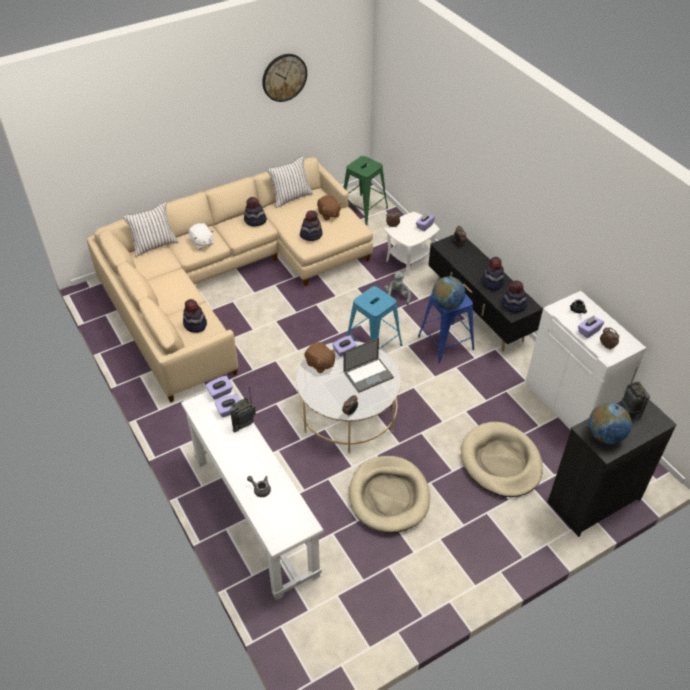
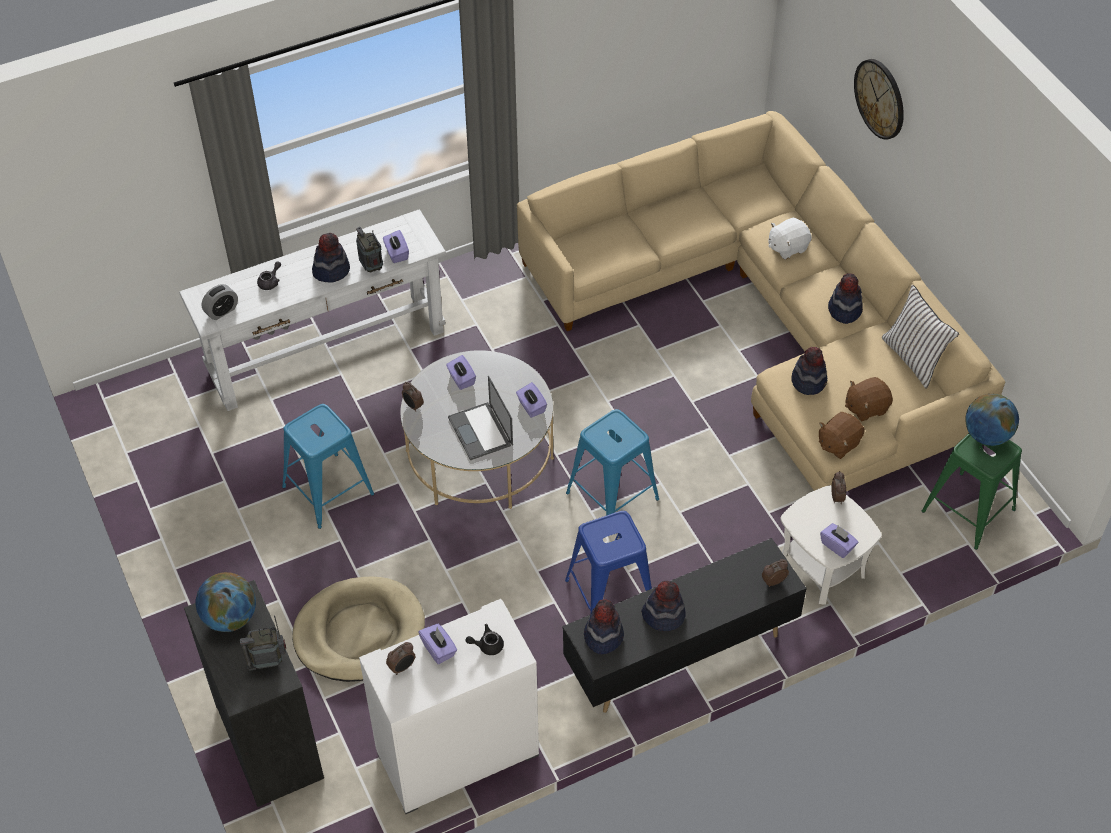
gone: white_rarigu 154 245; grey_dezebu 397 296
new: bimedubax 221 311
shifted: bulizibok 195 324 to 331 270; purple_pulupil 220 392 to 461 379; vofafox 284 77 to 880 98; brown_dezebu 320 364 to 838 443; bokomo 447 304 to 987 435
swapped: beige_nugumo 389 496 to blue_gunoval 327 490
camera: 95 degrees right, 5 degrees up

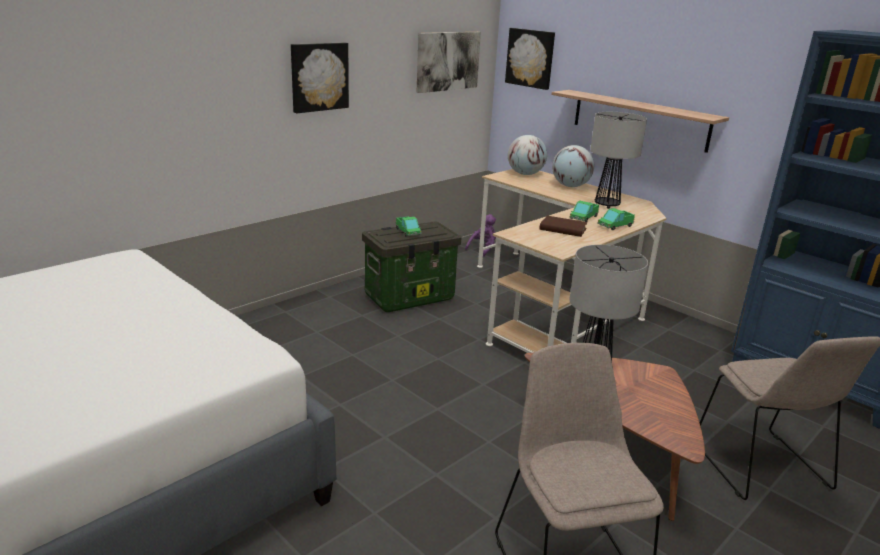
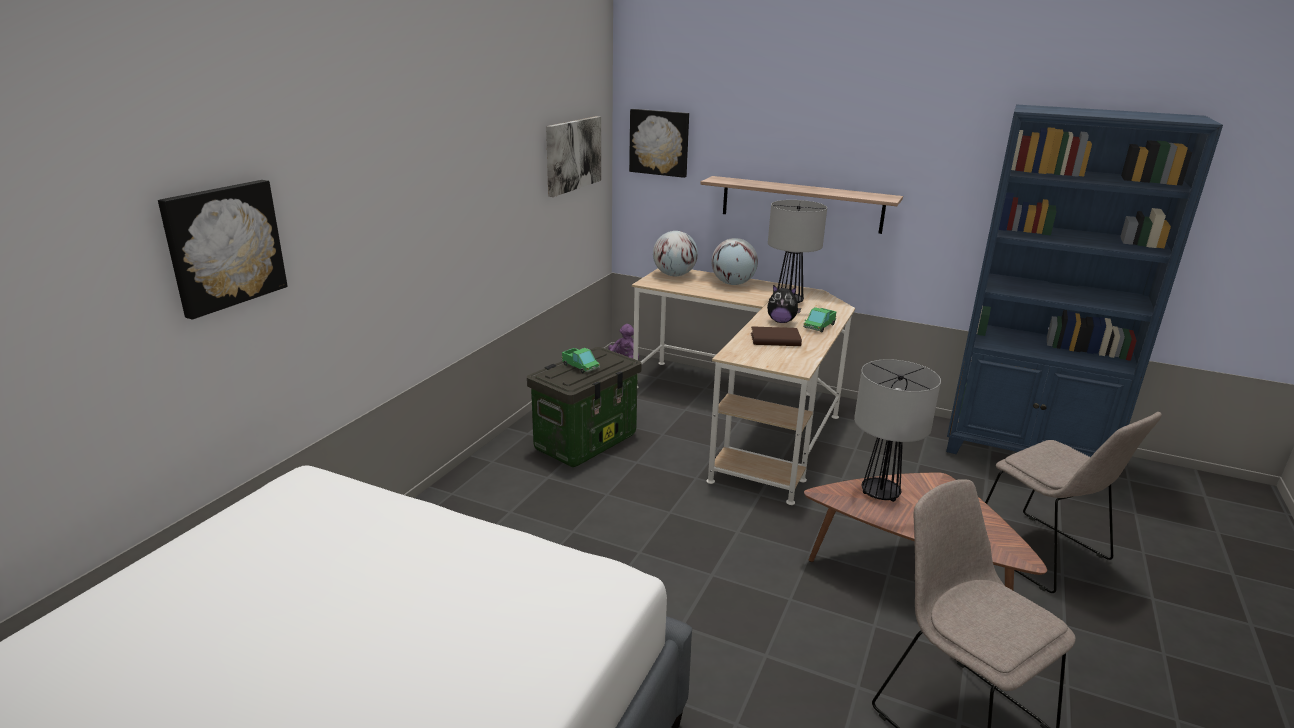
shifted: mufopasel 318 77 to 223 246
swapped: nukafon 583 217 to dezebu 781 321
camera: 20 degrees left, 0 degrees up

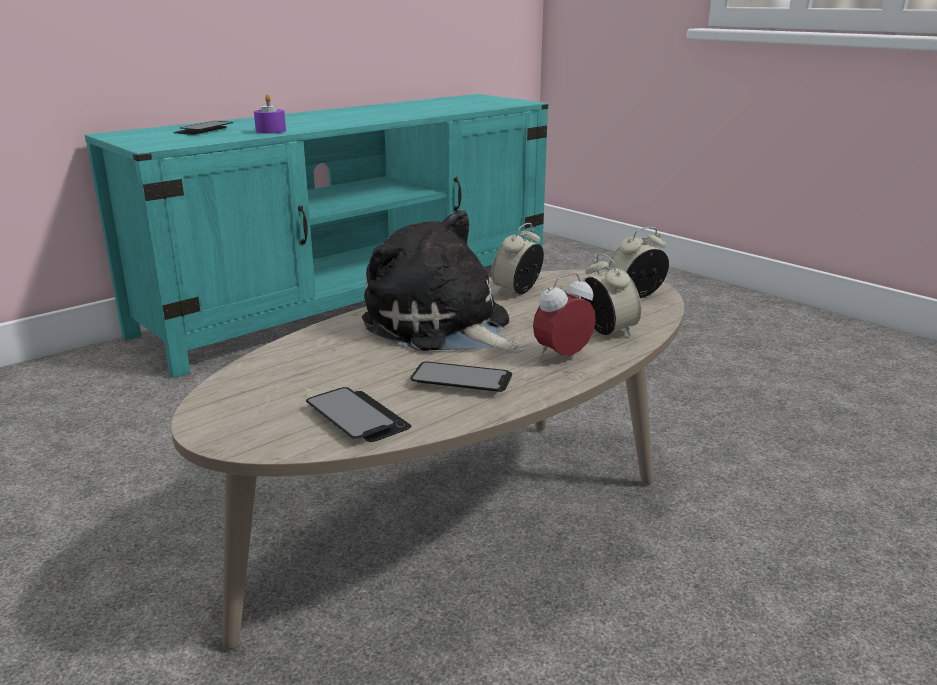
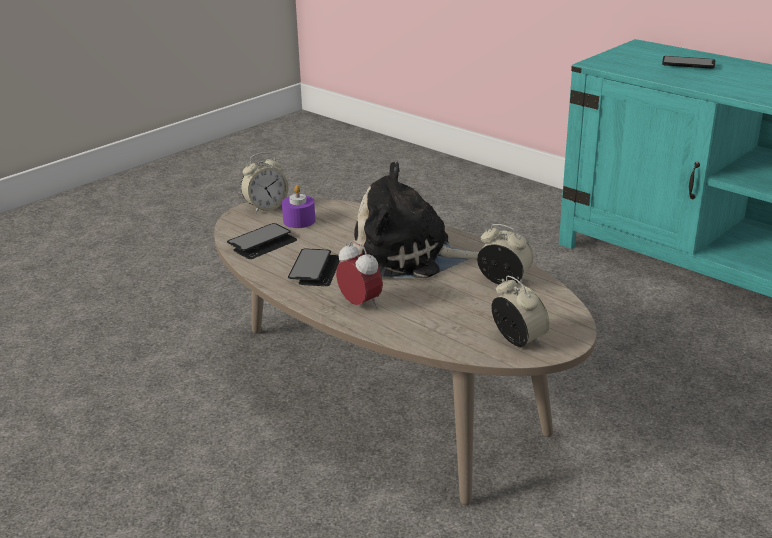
shifted: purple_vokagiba 271 131 to 299 221; bimedubax 608 331 to 266 207
rotated: dezebu 442 327 = 409 256 120 degrees counterclockwise
camera: 85 degrees right, 5 degrees up

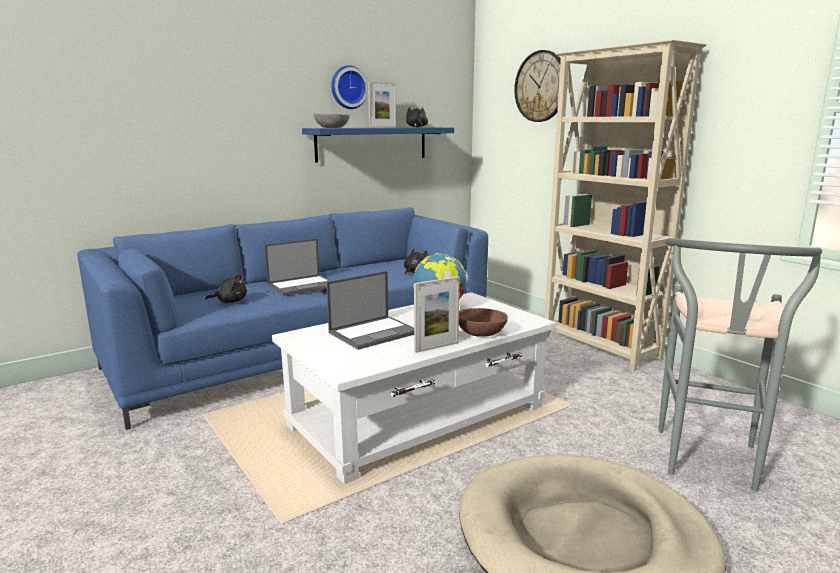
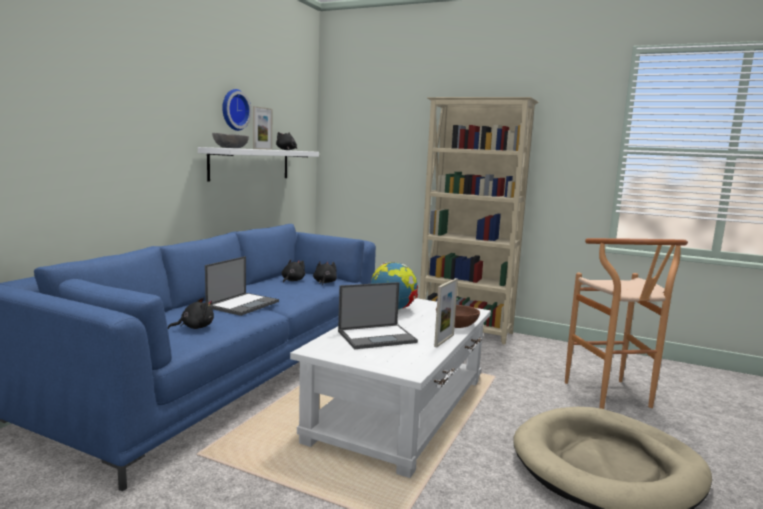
gone: vofafox 541 86
new: black_dezebu 292 280
repainted: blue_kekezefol 372 143 to white_kekezefol 250 164; grey_gunoval 708 465 to brown_gunoval 613 398
rotated: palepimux 374 332 = 377 337 45 degrees clockwise
camera: 30 degrees left, 5 degrees down

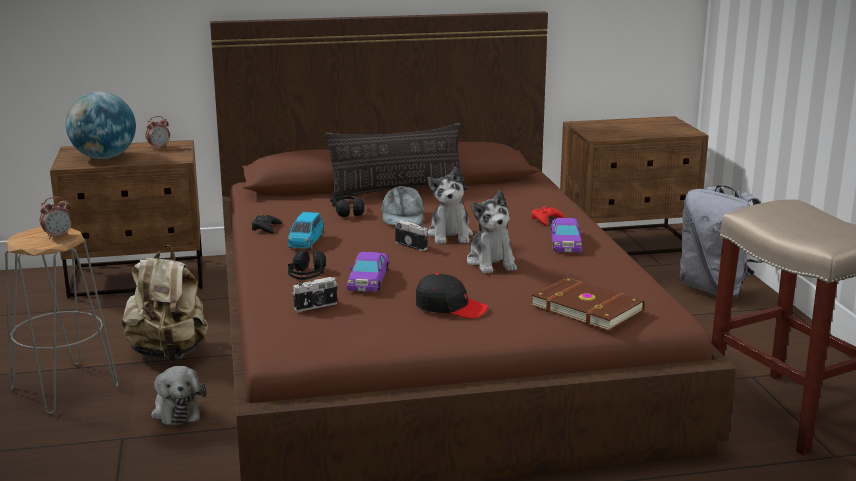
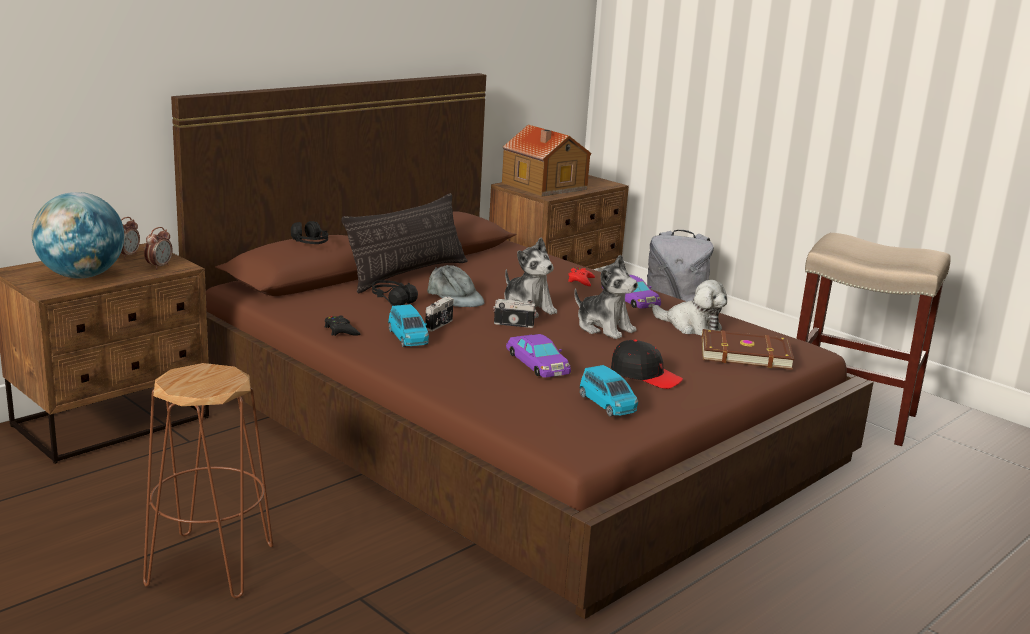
gone: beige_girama 169 353
new: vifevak 544 186; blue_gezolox 607 404
shifted: bimedubax 58 236 to 159 266; dezebu 177 410 to 691 326; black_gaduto 307 276 to 310 243; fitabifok 316 306 to 440 325
repainted: grey_gunoval 65 388 to brown_gunoval 210 564
rotated: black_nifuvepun 450 307 = 645 375 45 degrees clockwise
camera: 35 degrees left, 0 degrees up

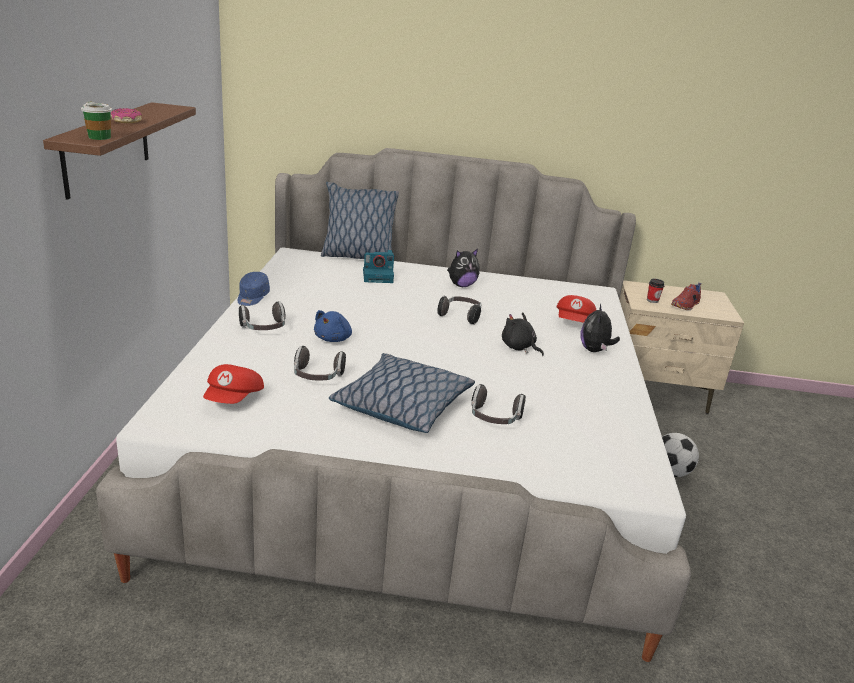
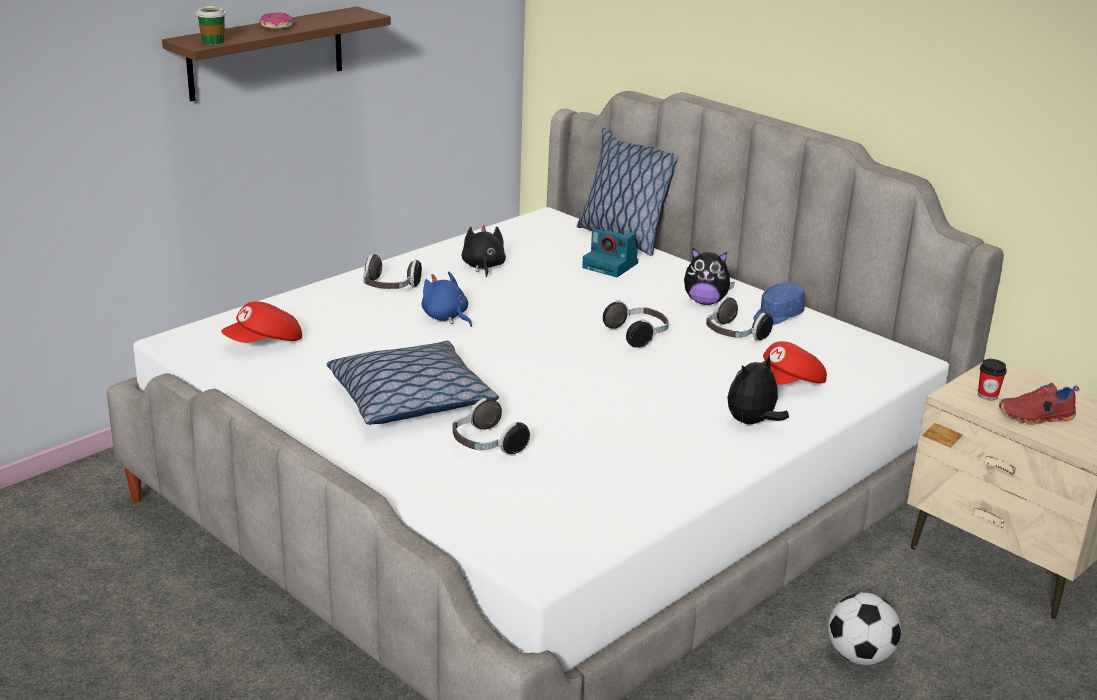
shifted: blue_nifuvepun 252 297 to 777 315; gaduto 317 377 to 733 336; black_dezebu 519 347 to 483 266
rotated: blue_dezebu 334 338 = 446 317 75 degrees clockwise
camera: 40 degrees right, 0 degrees up

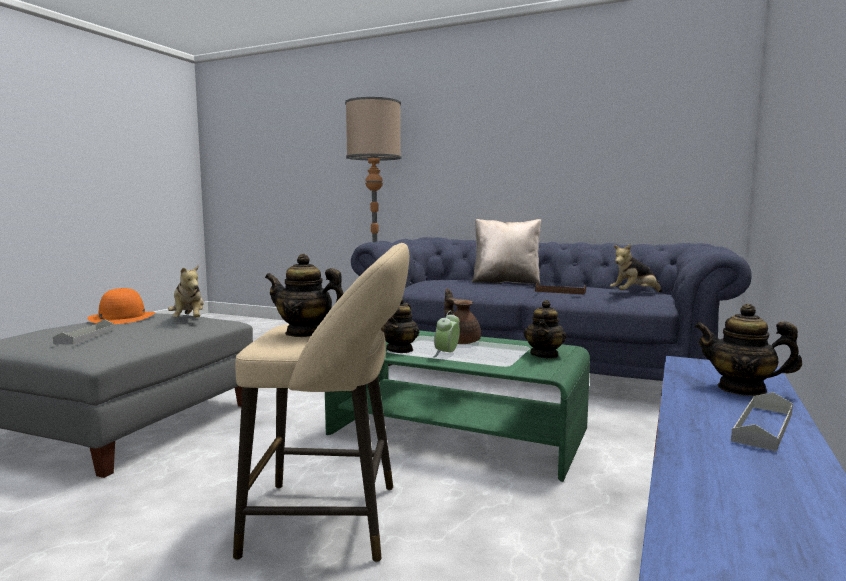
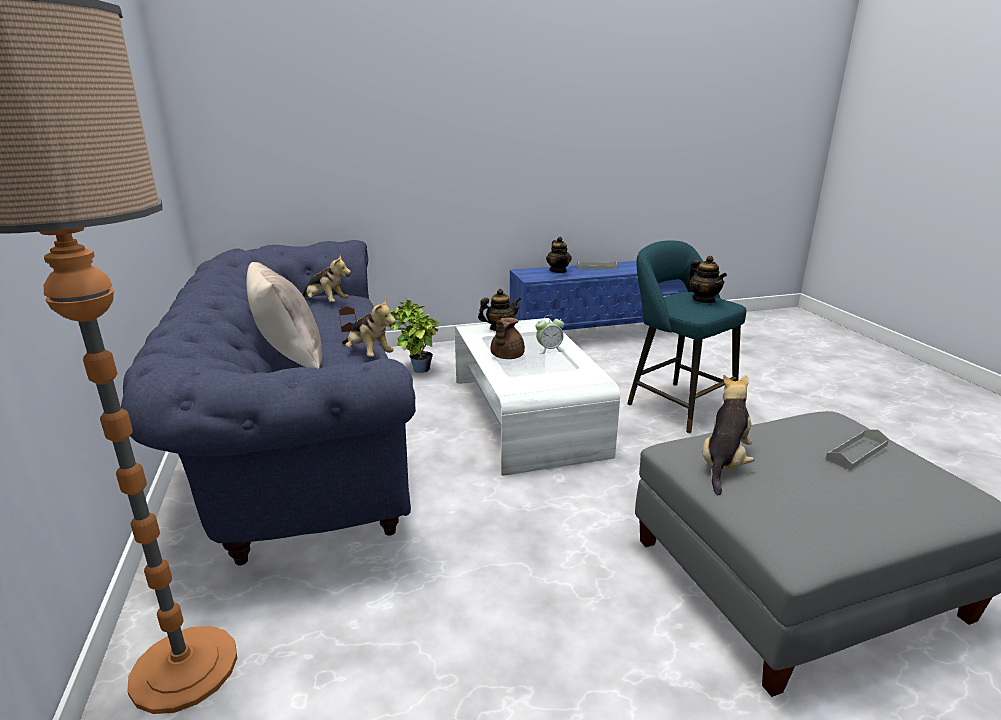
gone: orange_bulizibok 122 318; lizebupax 400 350
new: dezebu 368 354; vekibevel 416 369
repainted: beige_gunoval 333 520 to turquoise_gunoval 676 405; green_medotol 458 431 to white_medotol 526 416
camera: 130 degrees left, 15 degrees up

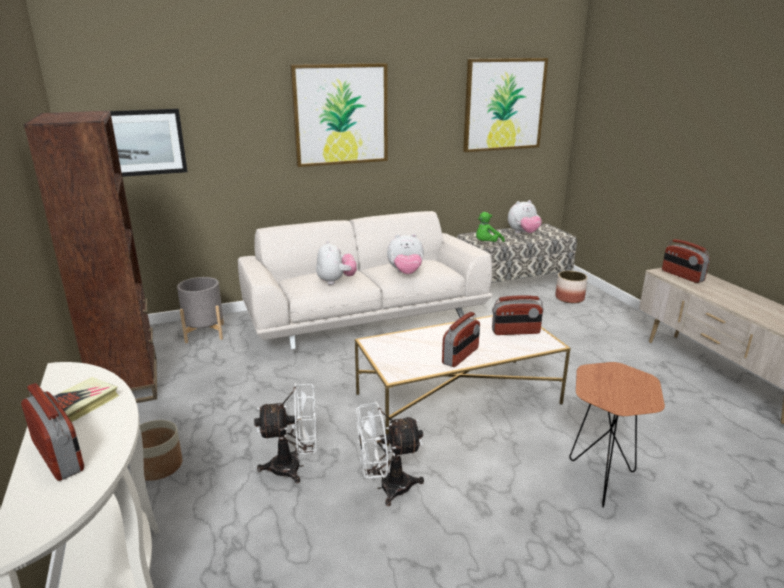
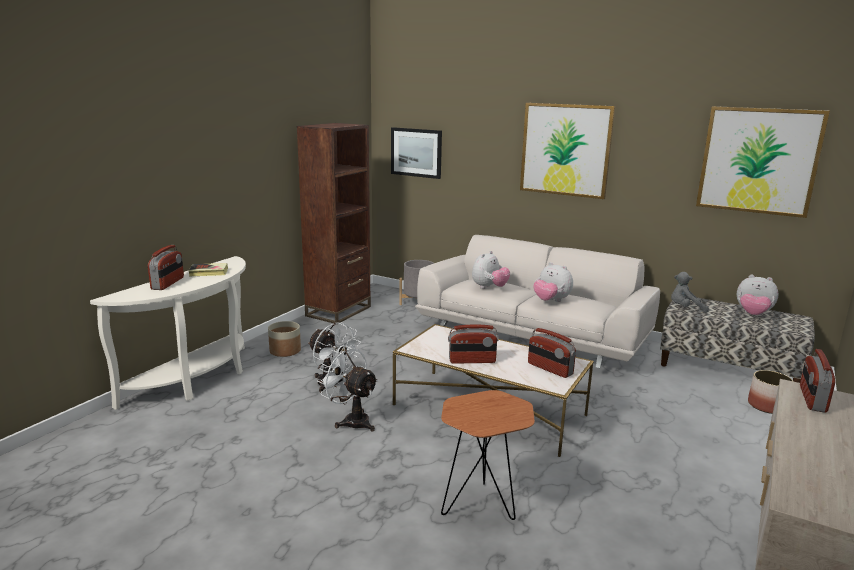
repainted: green_dezebu 487 244 to grey_dezebu 685 309
camera: 50 degrees right, 5 degrees down

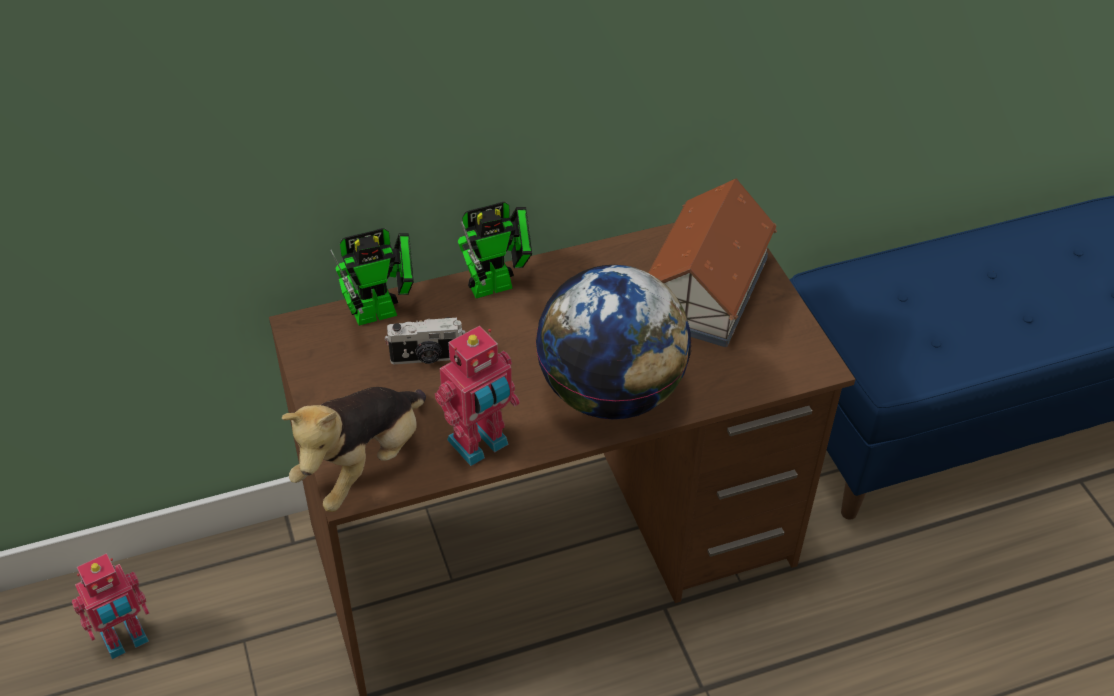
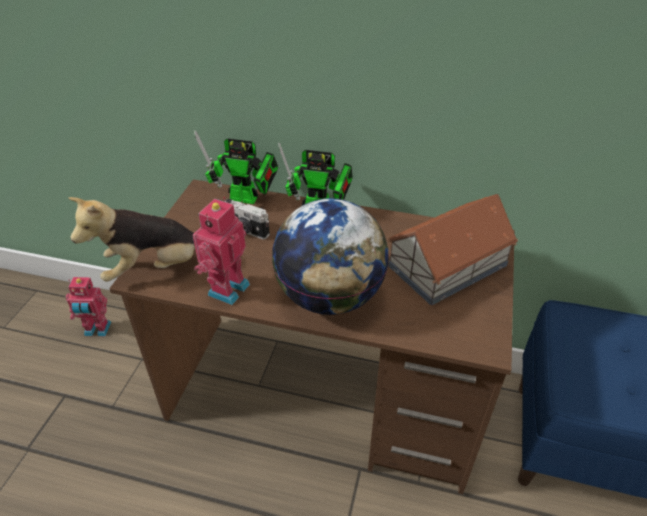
rotated: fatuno 480 445 = 226 288 120 degrees clockwise
camera: 35 degrees right, 5 degrees down

